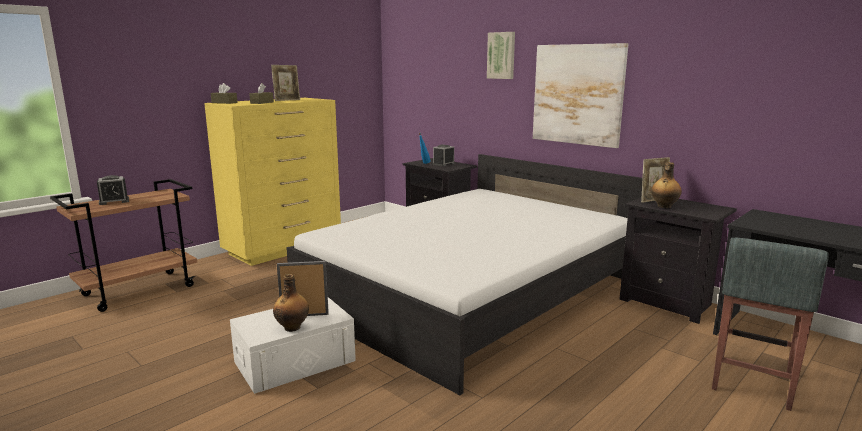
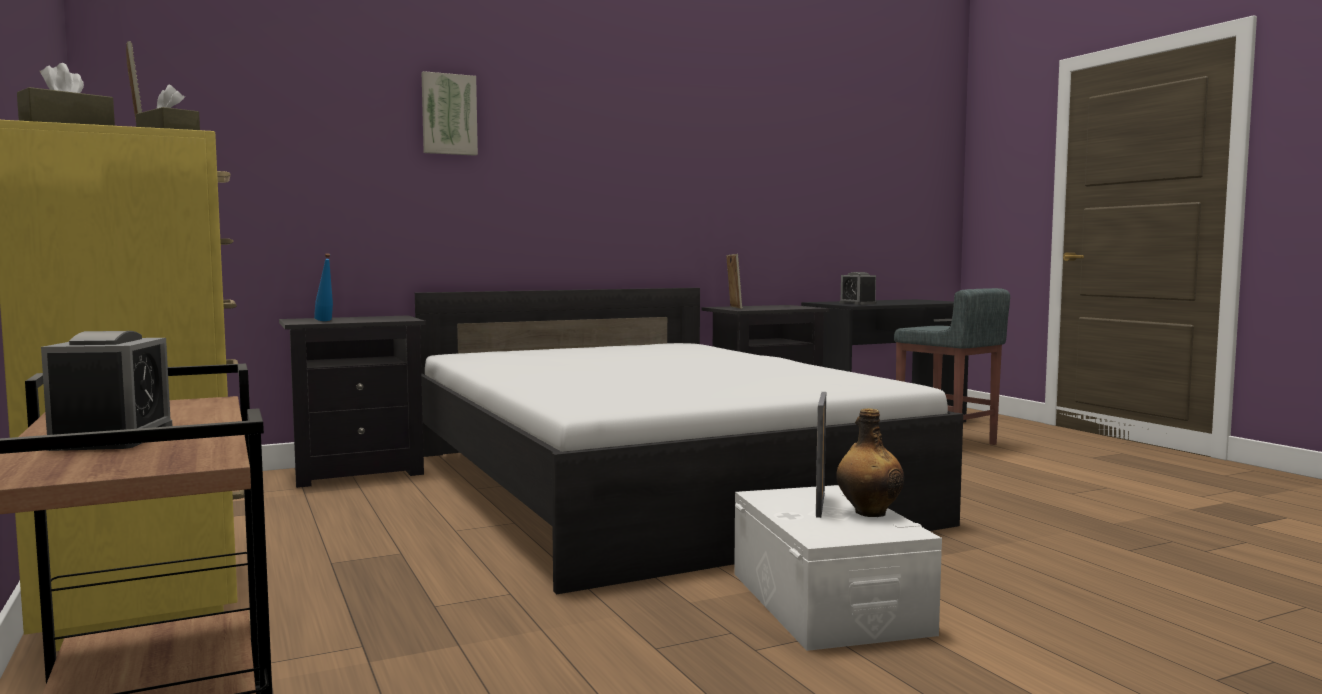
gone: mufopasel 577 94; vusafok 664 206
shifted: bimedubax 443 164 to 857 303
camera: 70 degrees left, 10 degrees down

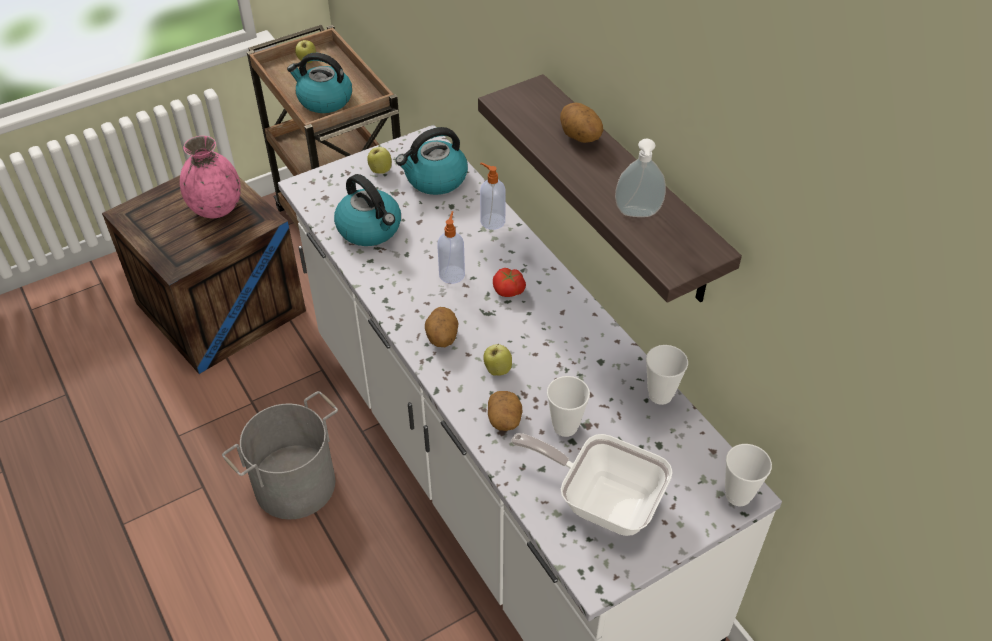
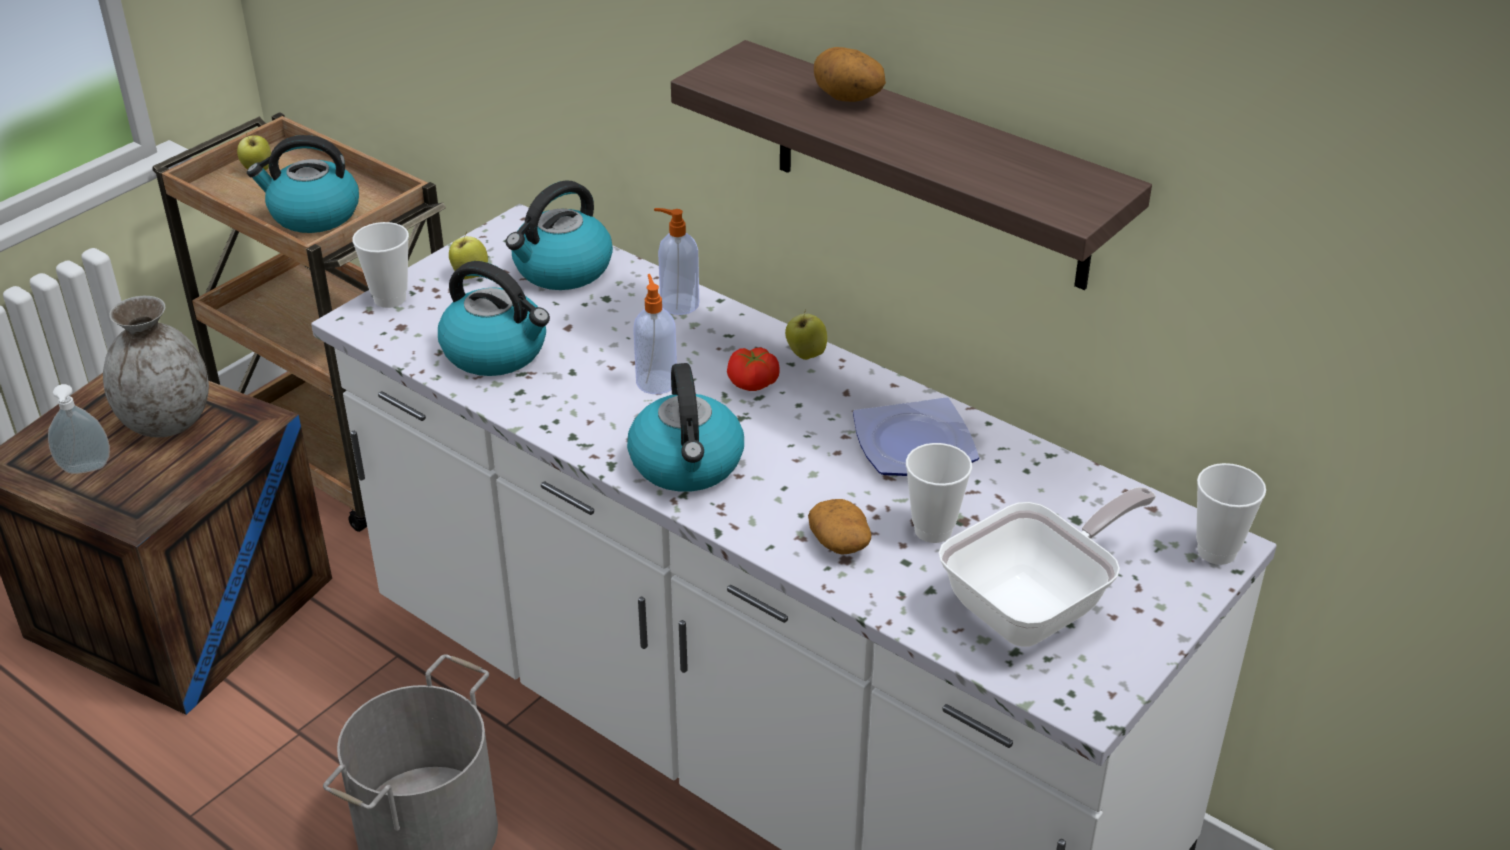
new: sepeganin 915 443
shifted: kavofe 497 370 to 805 355; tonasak 637 214 to 86 470; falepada 660 395 to 390 298
swapped: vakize 441 338 to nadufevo 687 464
repainted: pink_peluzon 216 208 to grey_peluzon 167 422
rotated: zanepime 601 500 = 1037 606 135 degrees clockwise
camera: 20 degrees left, 10 degrees down

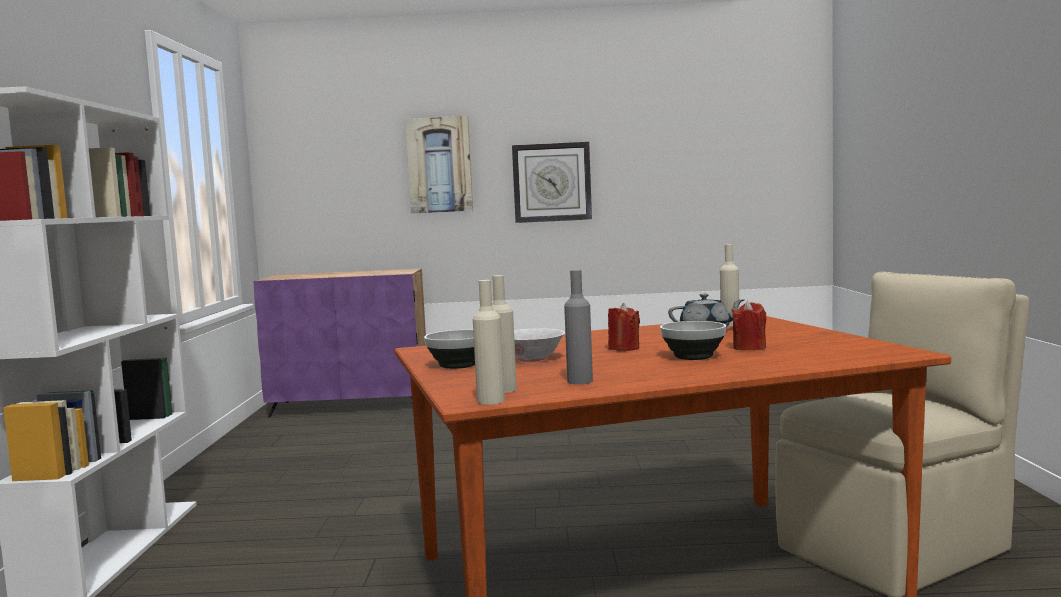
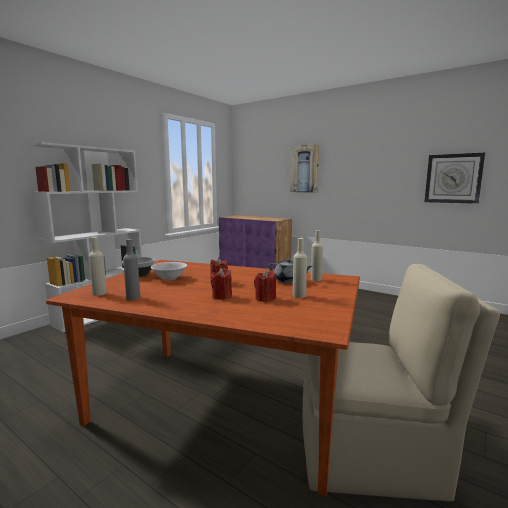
shifted: beige_vusafok 490 401 to 299 295; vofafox 552 182 to 453 178
swapped: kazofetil 692 356 to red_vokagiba 222 296
camera: 35 degrees right, 5 degrees up

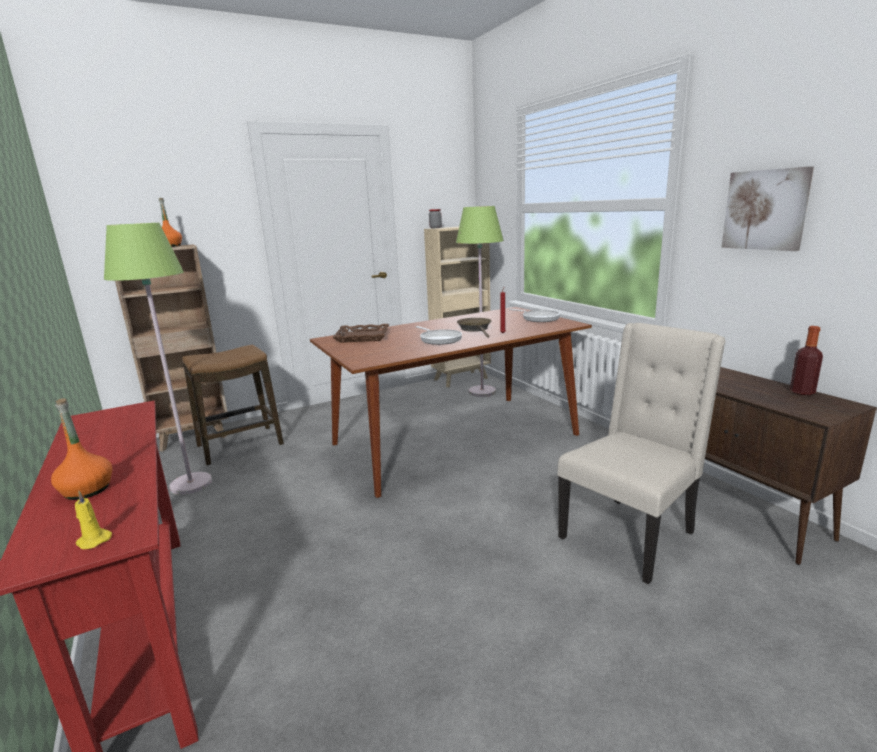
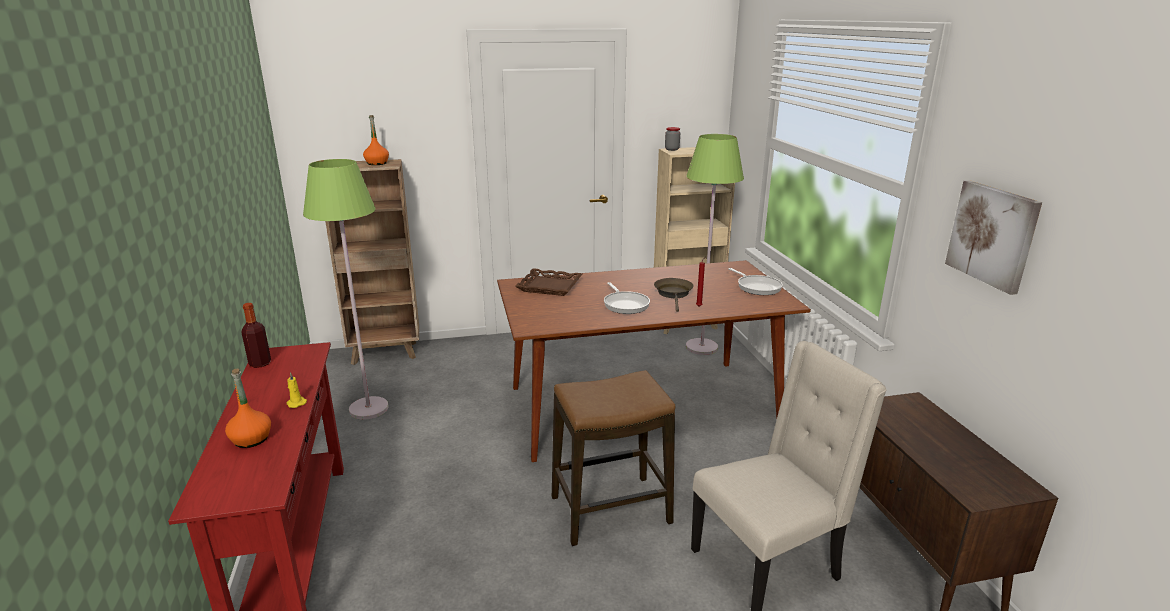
shifted: yellow_vokagiba 93 540 to 296 403; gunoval 240 445 to 610 510; vusafok 802 392 to 260 363
camera: 15 degrees right, 5 degrees up

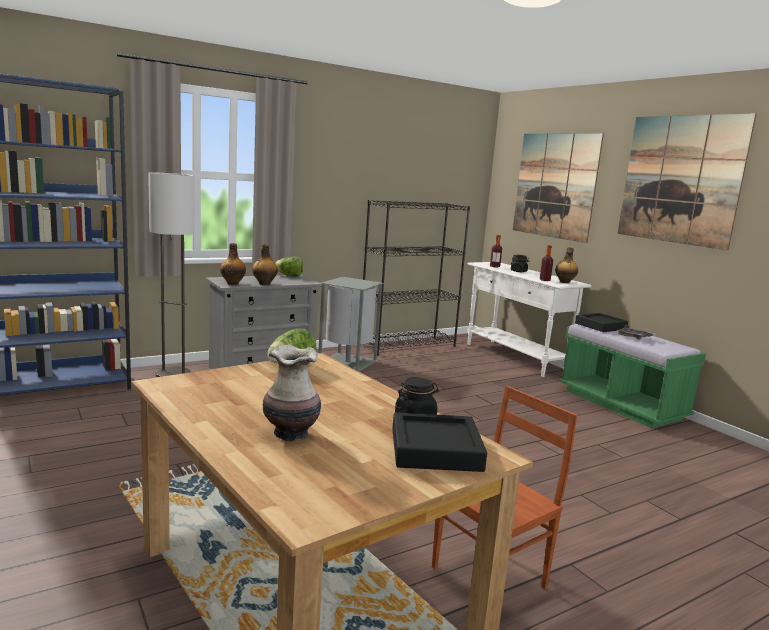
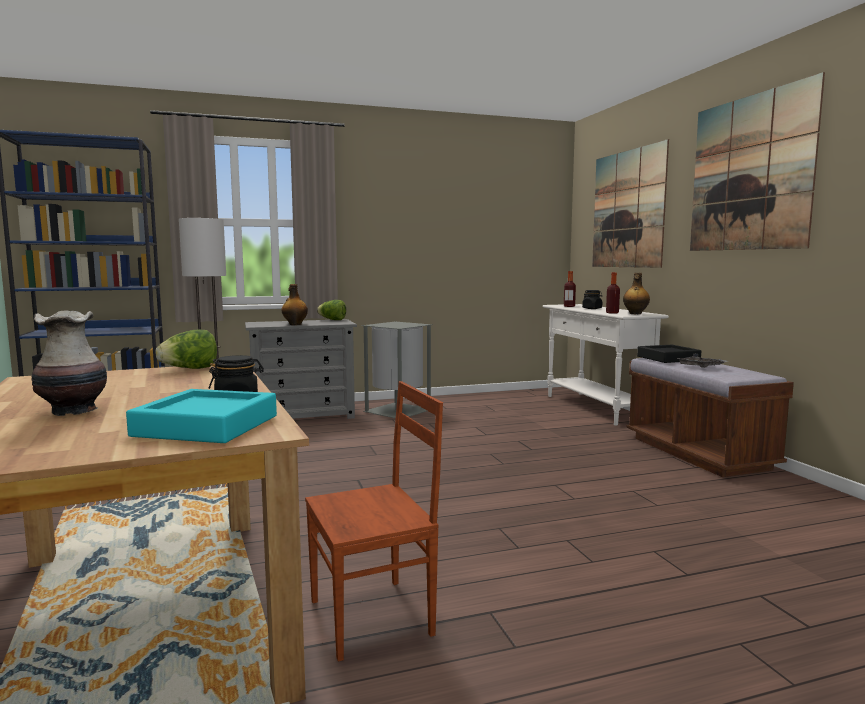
gone: vusafok 233 283; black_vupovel 408 345
repainted: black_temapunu 435 450 to turquoise_temapunu 206 426; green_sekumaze 621 404 to brown_sekumaze 698 453
camera: 15 degrees right, 5 degrees down

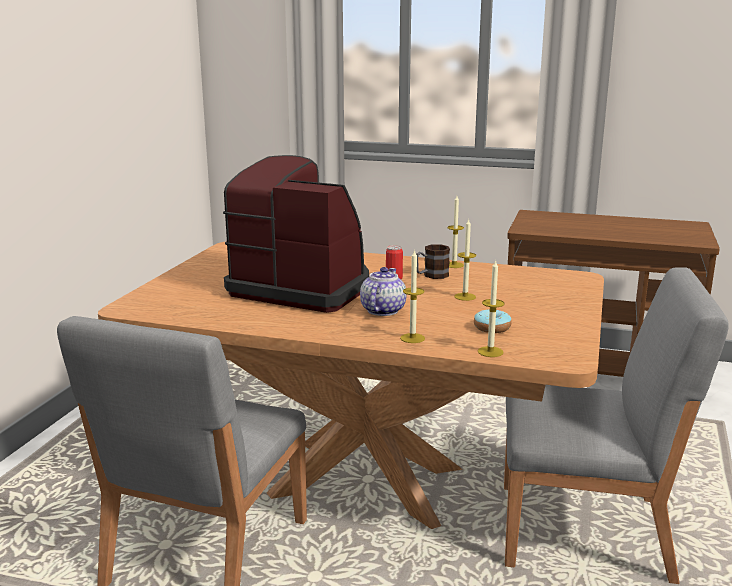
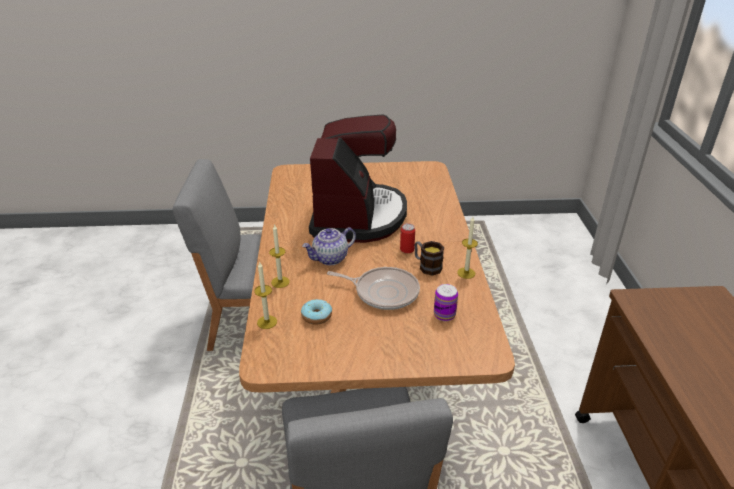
new: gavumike 444 314
swapped: vokagiba 465 297 to zanepime 383 292
rotated: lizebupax 382 310 = 330 258 150 degrees clockwise
camera: 70 degrees right, 15 degrees up

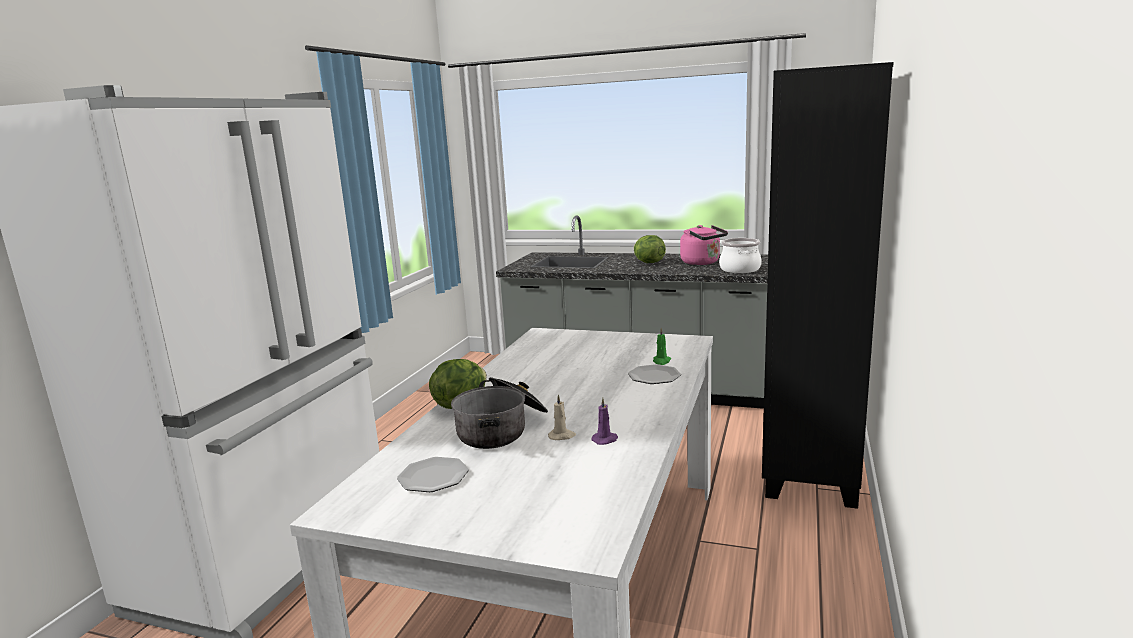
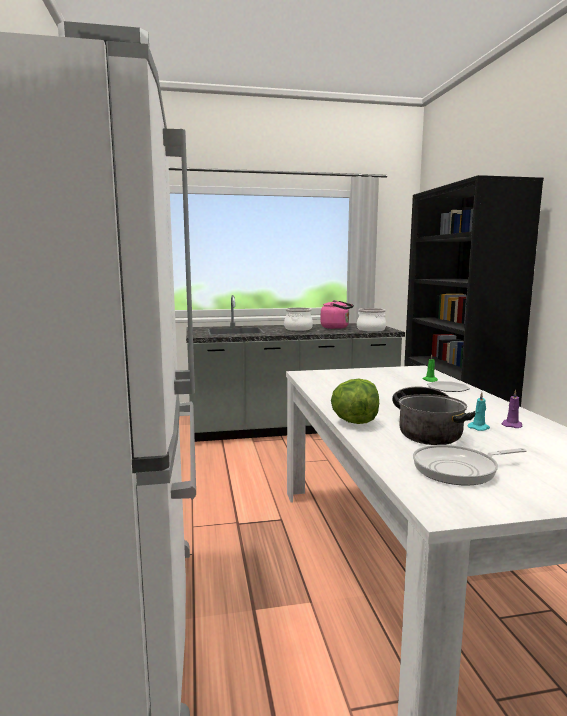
swapped: sepeganin 433 477 to zanepime 459 469; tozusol 648 263 to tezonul 298 329
repainted: beige_vokagiba 562 436 to turquoise_vokagiba 479 428
camera: 30 degrees left, 5 degrees down

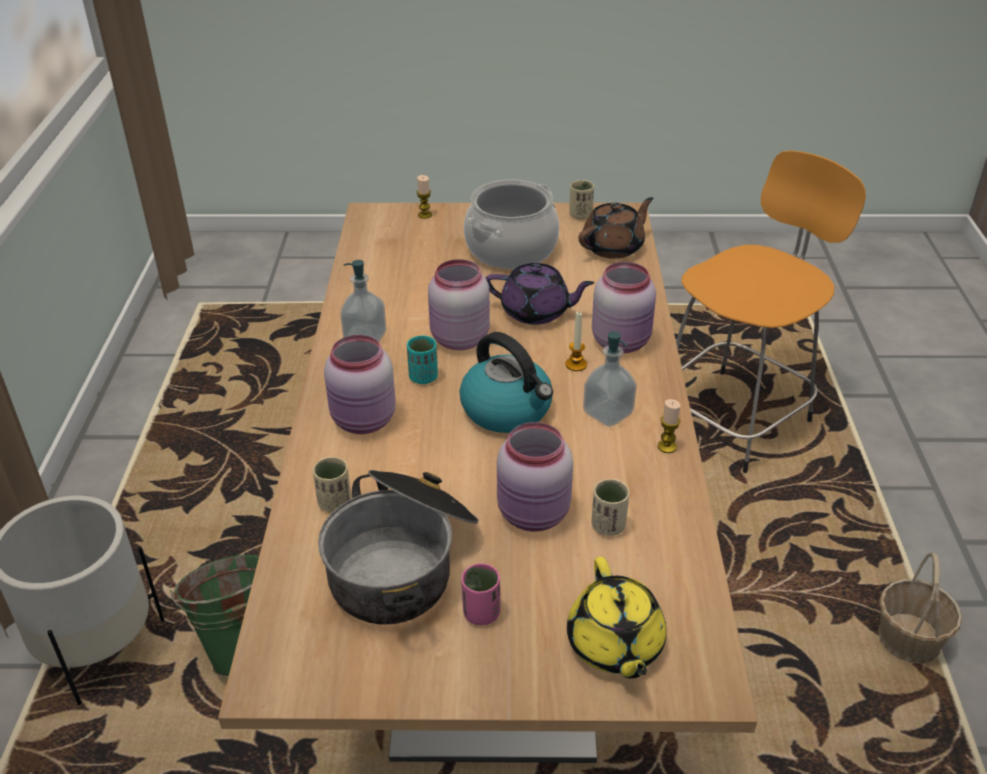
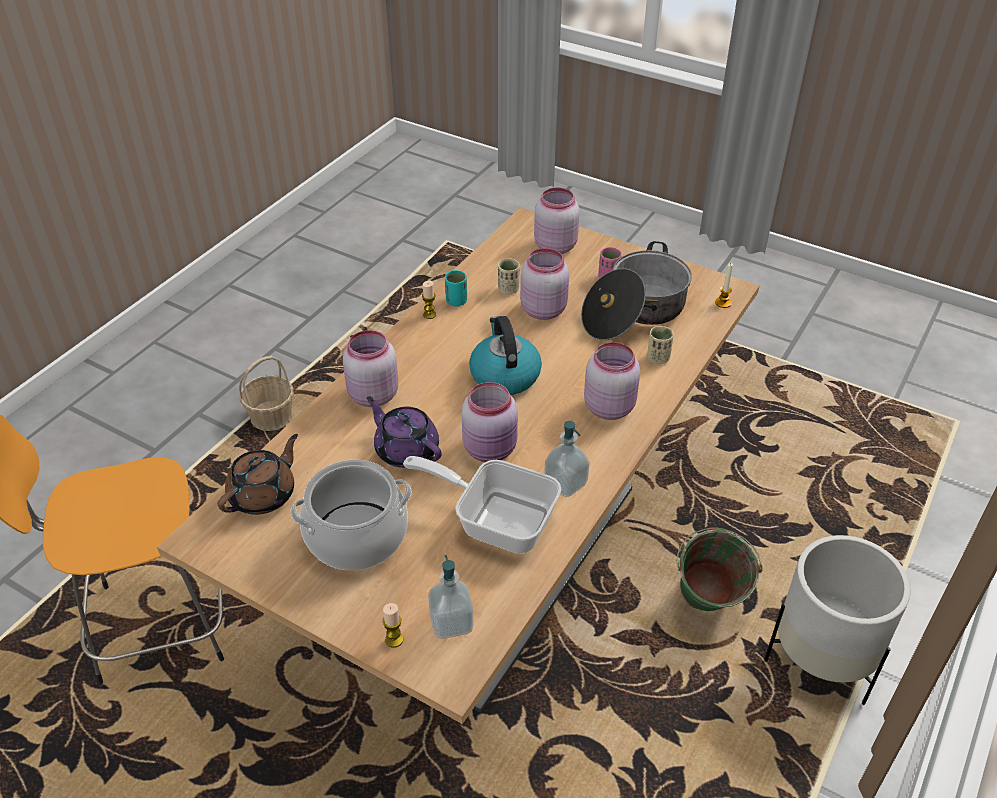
gone: beige_falepada 580 215
new: zanepime 496 519
shifted: turquoise_falepada 423 377 to 456 301; vokagiba 576 364 to 723 303; tonasak 608 413 to 451 623
swapped: yellow_lizebupax 615 645 to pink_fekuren 554 245
rotated: brown_lizebupax 614 247 = 264 495 135 degrees clockwise
camera: 150 degrees left, 5 degrees up

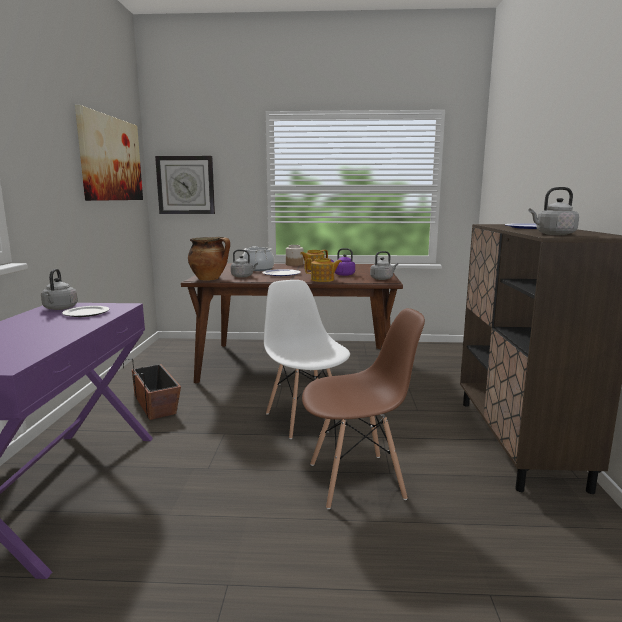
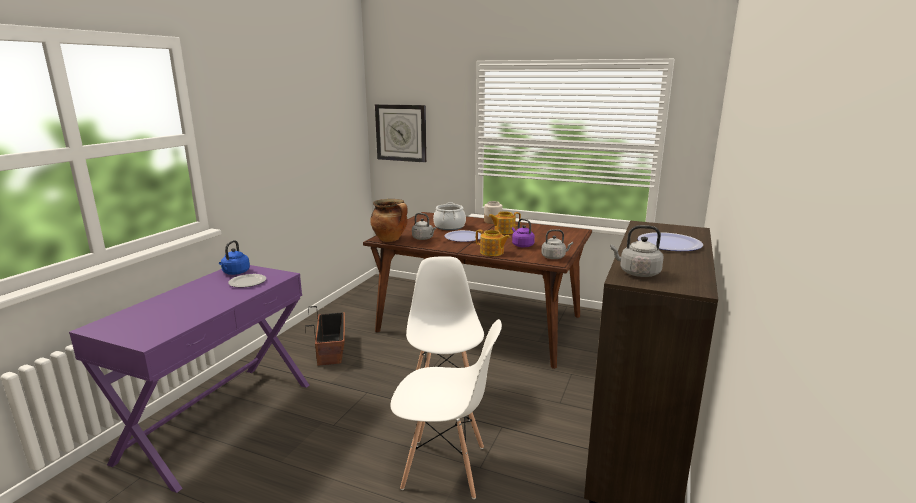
gone: mufopasel 111 159
repainted: grey_nadufevo 59 308 to blue_nadufevo 235 273; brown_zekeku 357 480 to white_zekeku 445 468
camera: 20 degrees right, 5 degrees up

